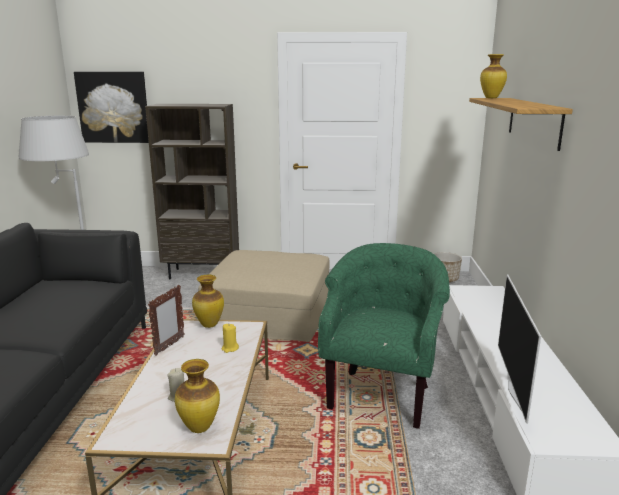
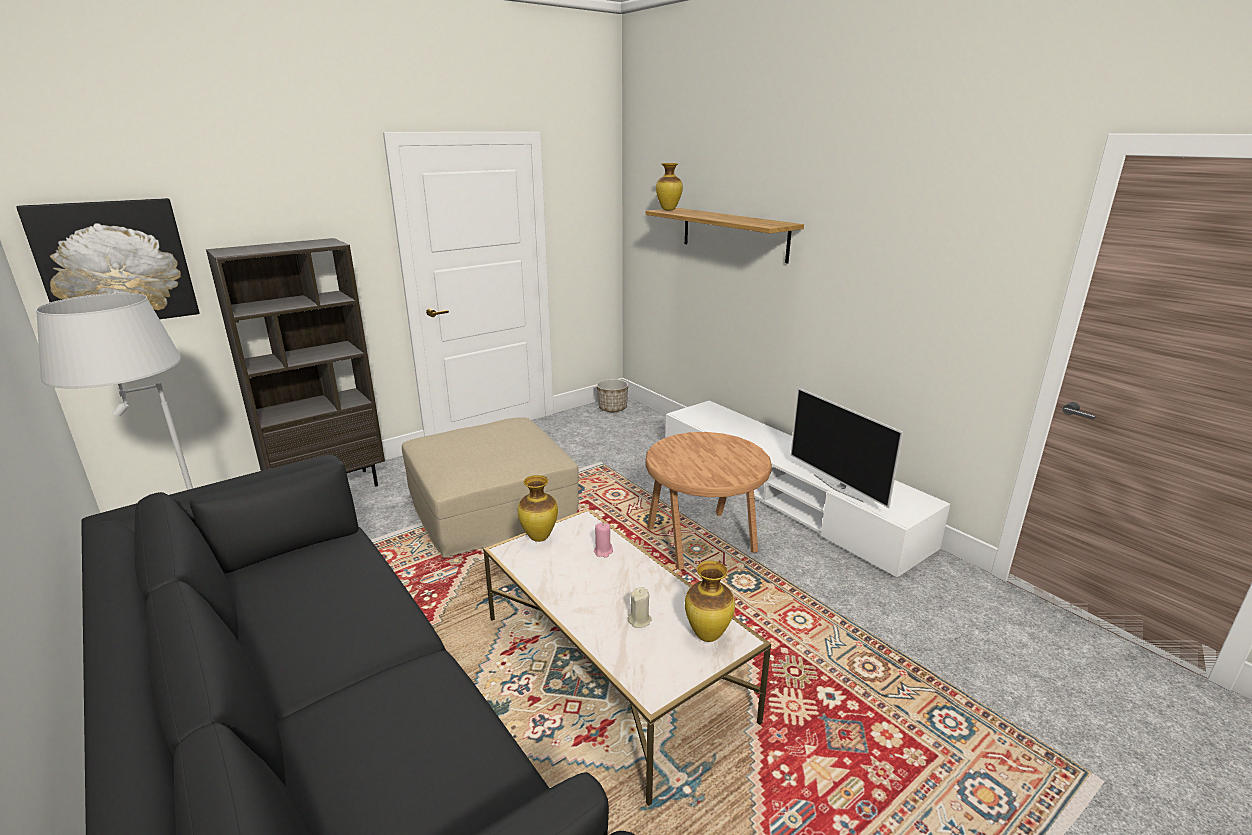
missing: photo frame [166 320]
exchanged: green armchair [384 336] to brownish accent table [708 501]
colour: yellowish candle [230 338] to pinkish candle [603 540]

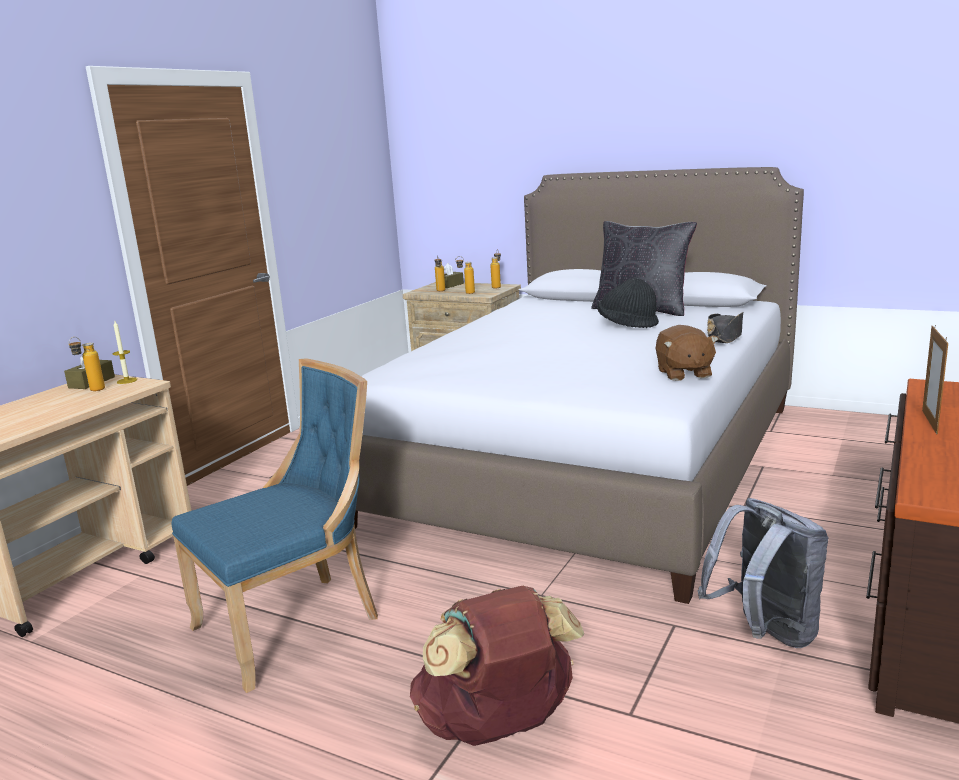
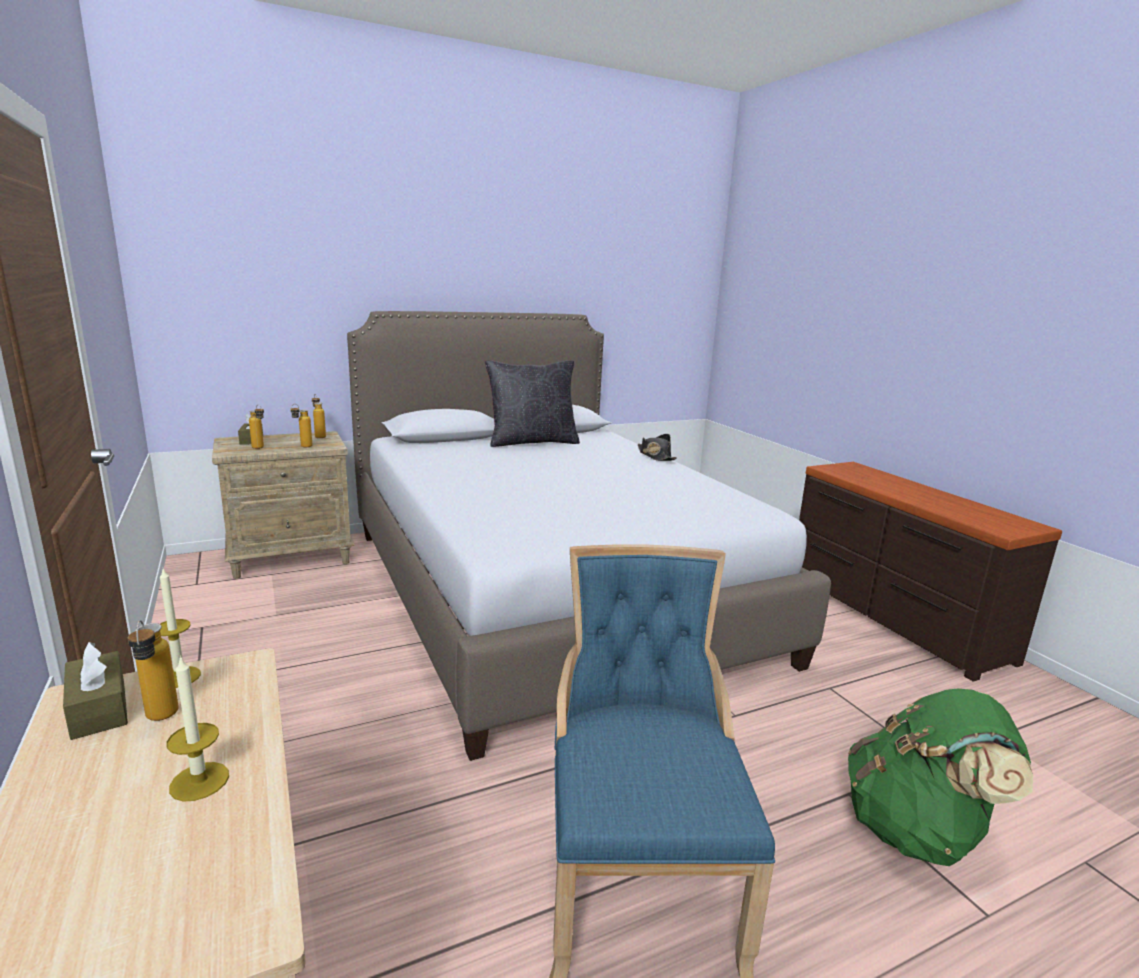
missing: blackish hat [628 303]; brownish cuddly toy [687 353]; grey rucksack [762 573]; photo frame [935 379]
appeared: candle [198 728]
colour: brownish rucksack [497 666] to green rucksack [940 777]

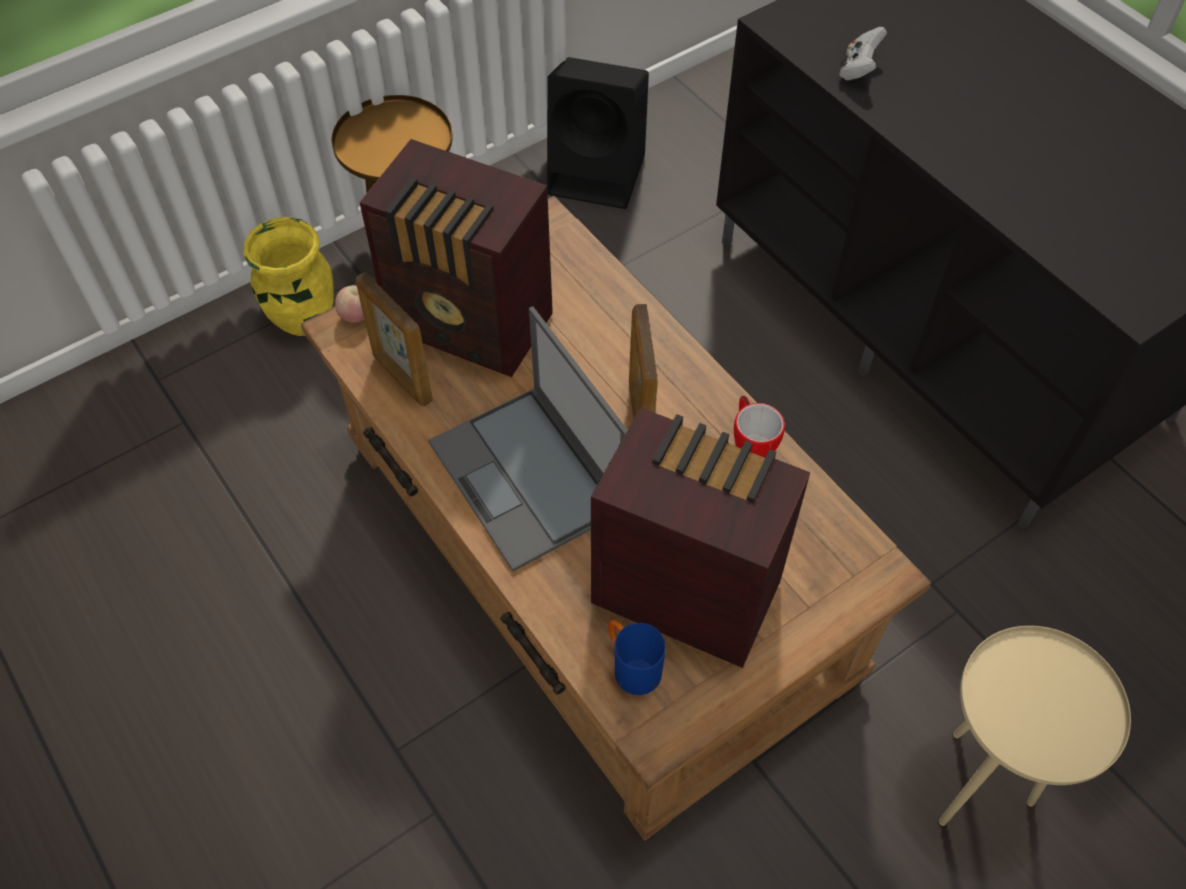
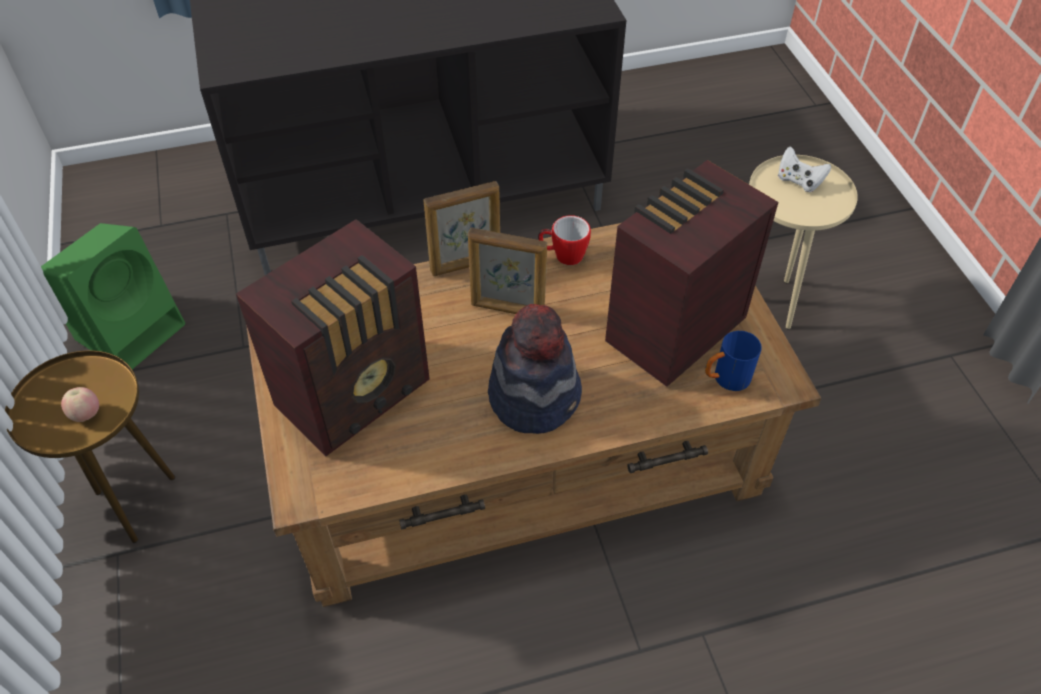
missing: yellowish decorative vase [288 276]
relocated: apple fruit [349 304] to [80 404]; photo frame [394 339] to [461 228]; whitish gamepad [863 53] to [804 169]
exchanged: portable computer [528 439] to hat [535 369]
colour: blackish loudspeaker [598 133] to green loudspeaker [113 296]

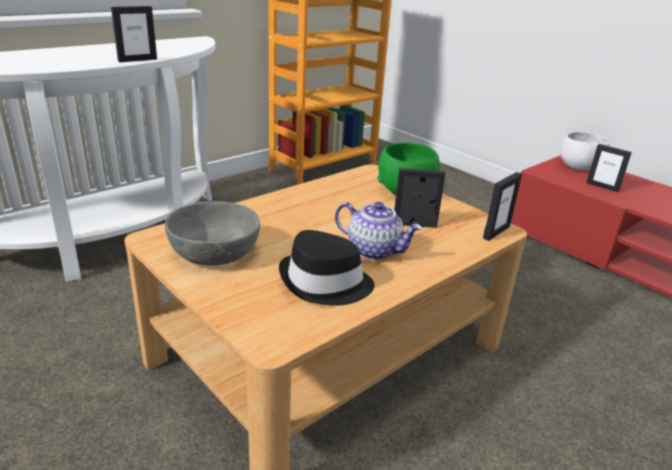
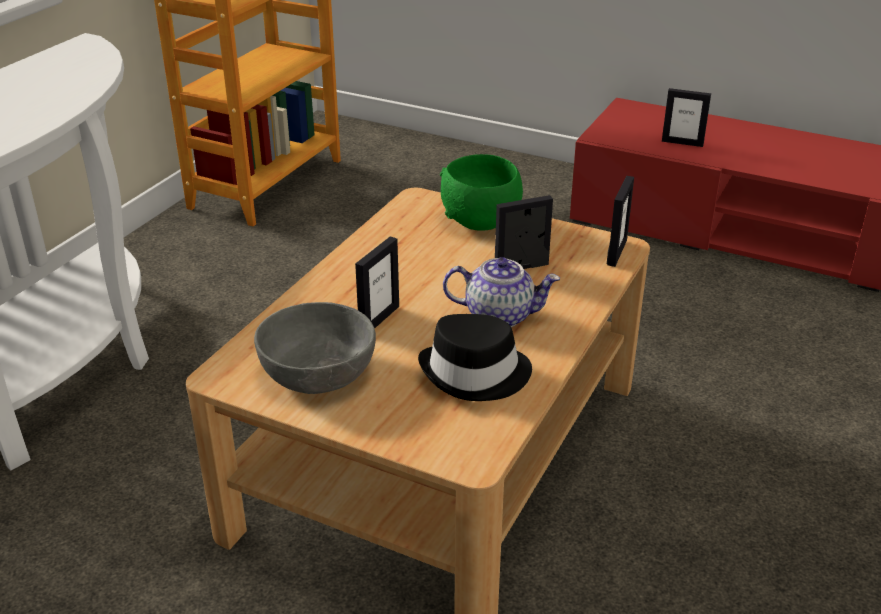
missing: whitish serving bowl [585 151]
relocated: photo frame [134 34] to [377 282]

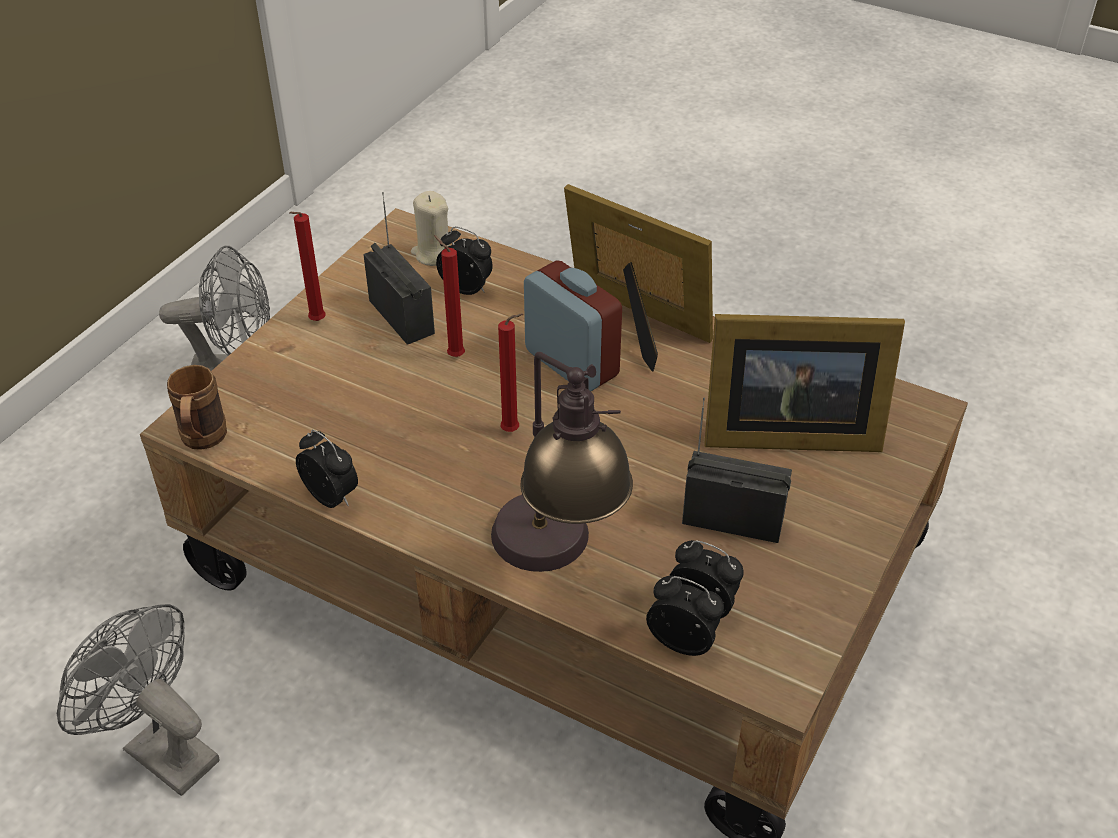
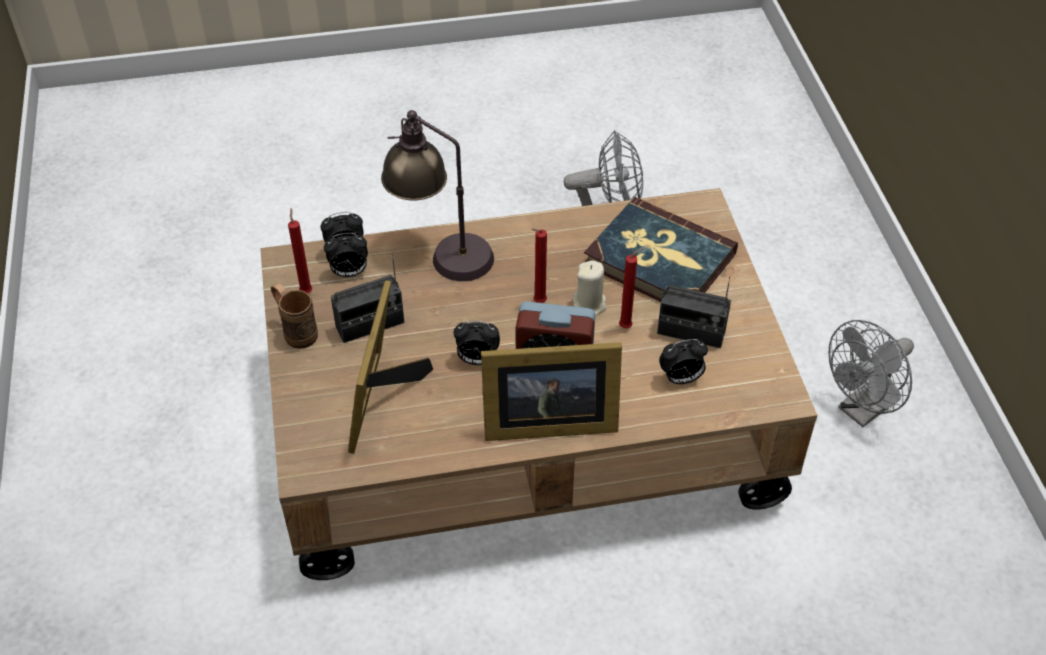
appeared: book [661 249]
relocated: brownish mug [197 407] to [294 316]; reddish candle [307 266] to [300 250]; table clock [327 469] to [476 343]; sand-coloured candle [430 228] to [590 287]
spun: photo frame [804 383] = [390 367] 45 degrees counterclockwise

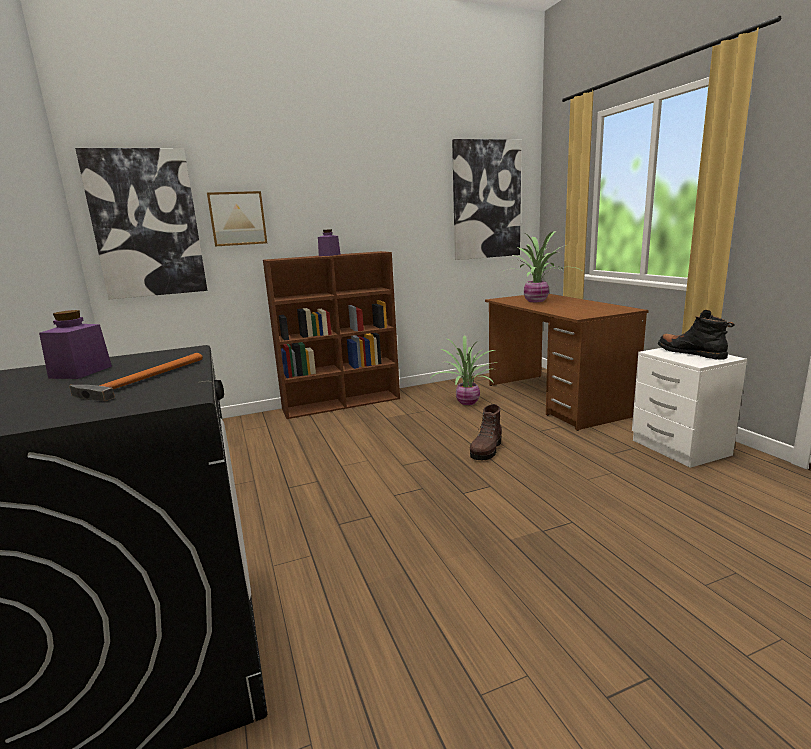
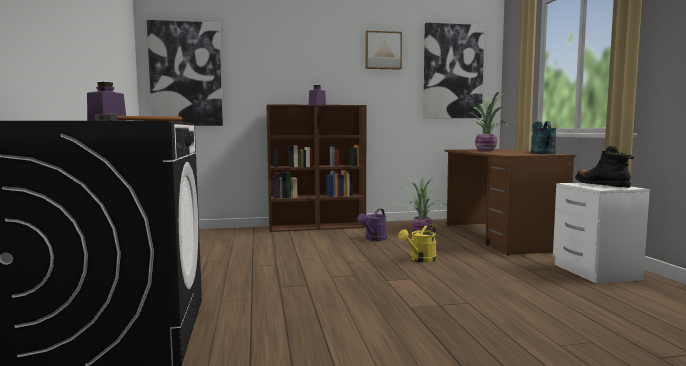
appeared: purplish watering pot [372 225]; turquoise watering pot [544 137]
relocated: wall picture [237 218] to [383 50]
exchanged: brownish boot [486 432] to yellowish watering pot [417 243]

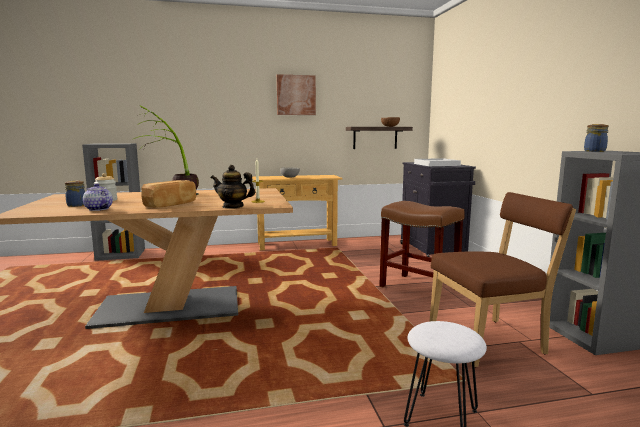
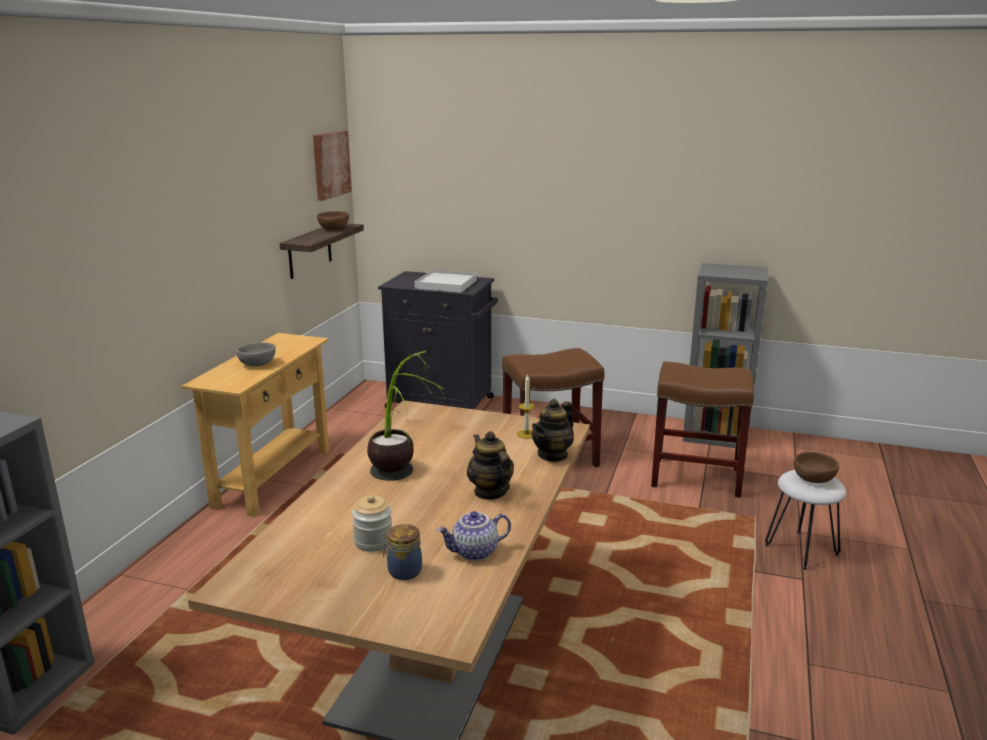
missing: storage jar [596 138]
appeared: brownish serving bowl [816 467]
relocated: wall picture [296 94] to [332 165]
exchanged: bakery bread [168 194] to tea pot [490 465]; brownish chair [502 279] to brownish sitting stool [702 430]

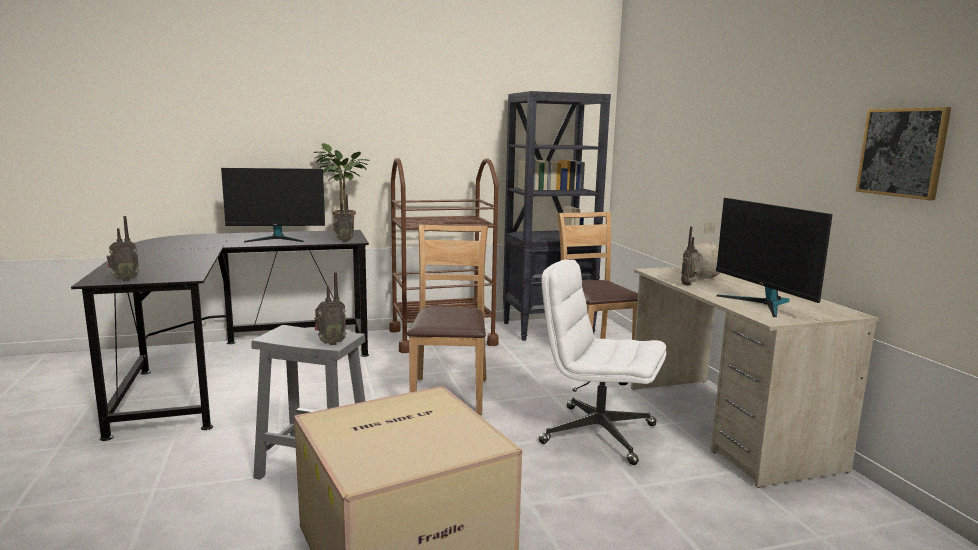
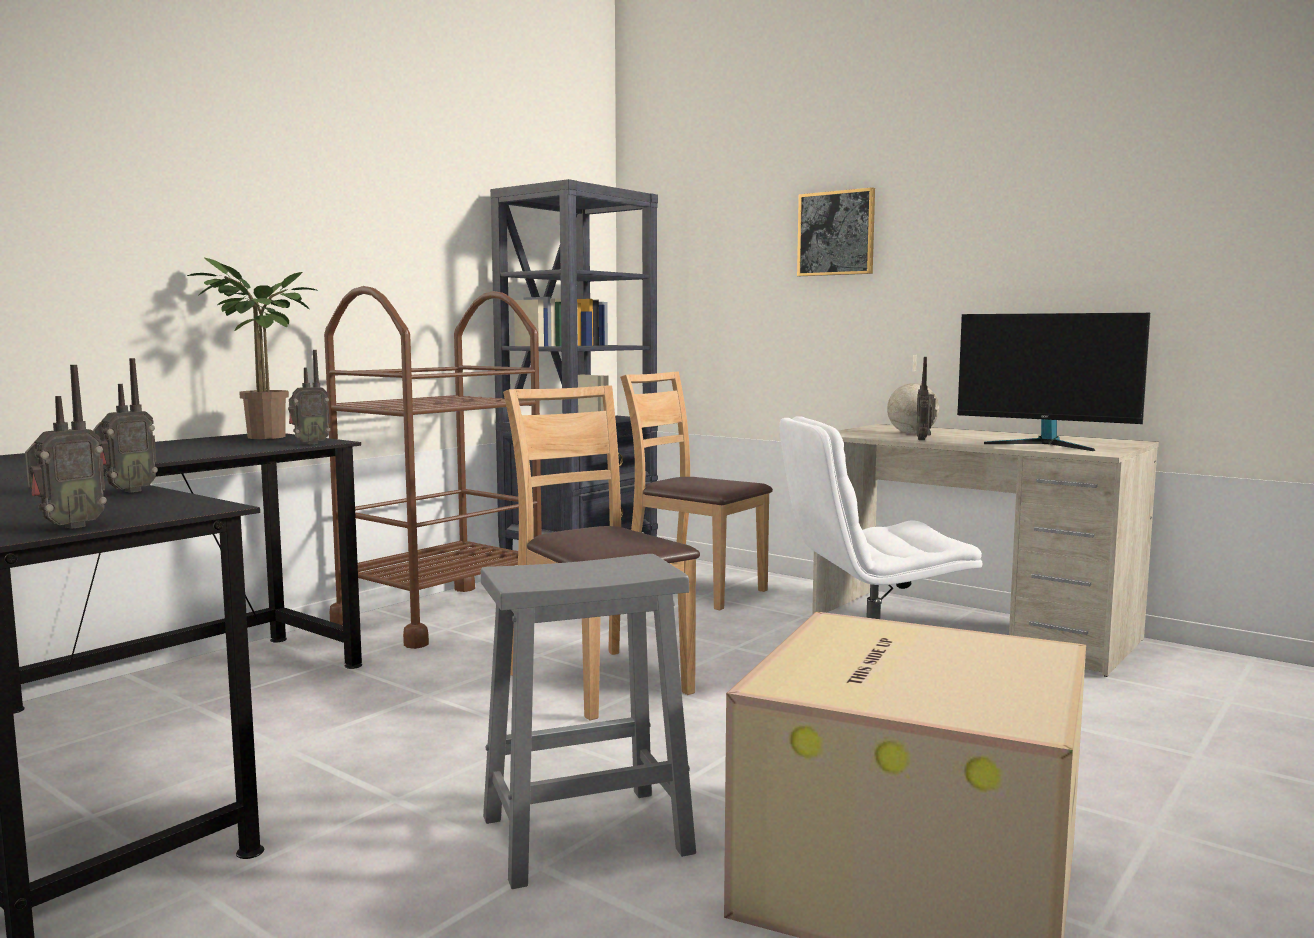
missing: monitor [273 205]
relocated: radio set [330 308] to [125 425]; wall picture [903 153] to [836 231]

